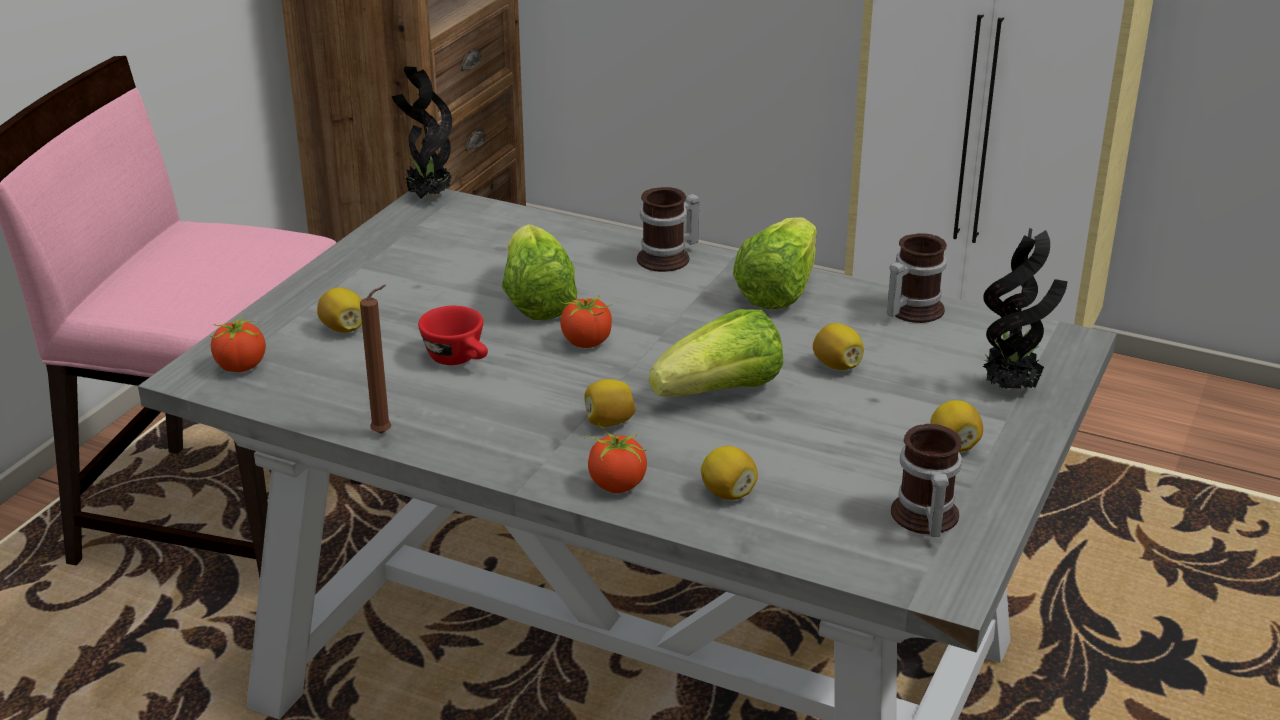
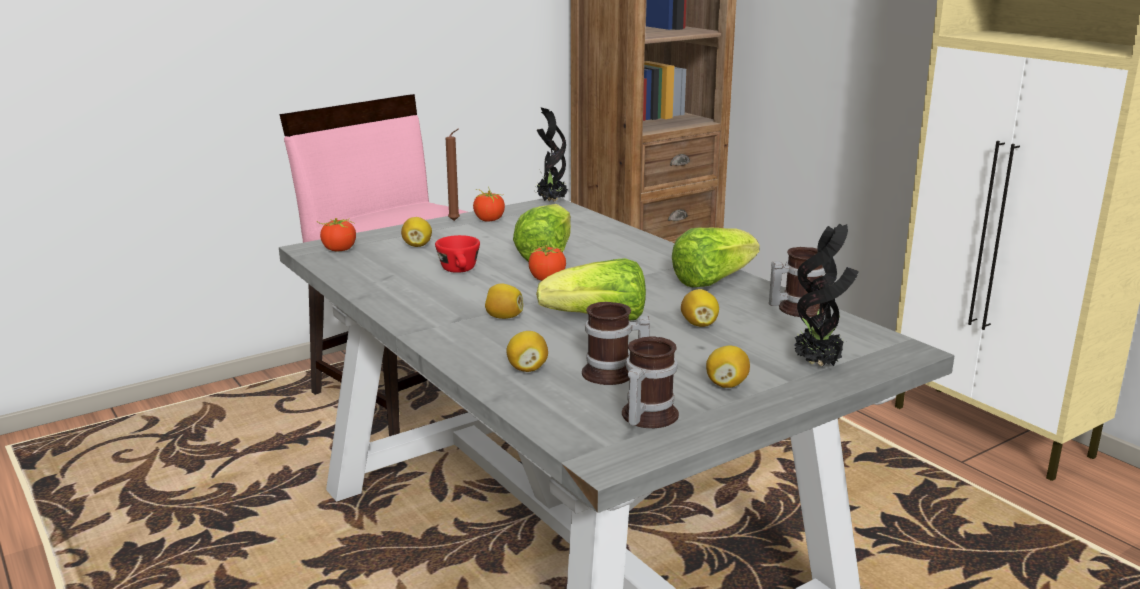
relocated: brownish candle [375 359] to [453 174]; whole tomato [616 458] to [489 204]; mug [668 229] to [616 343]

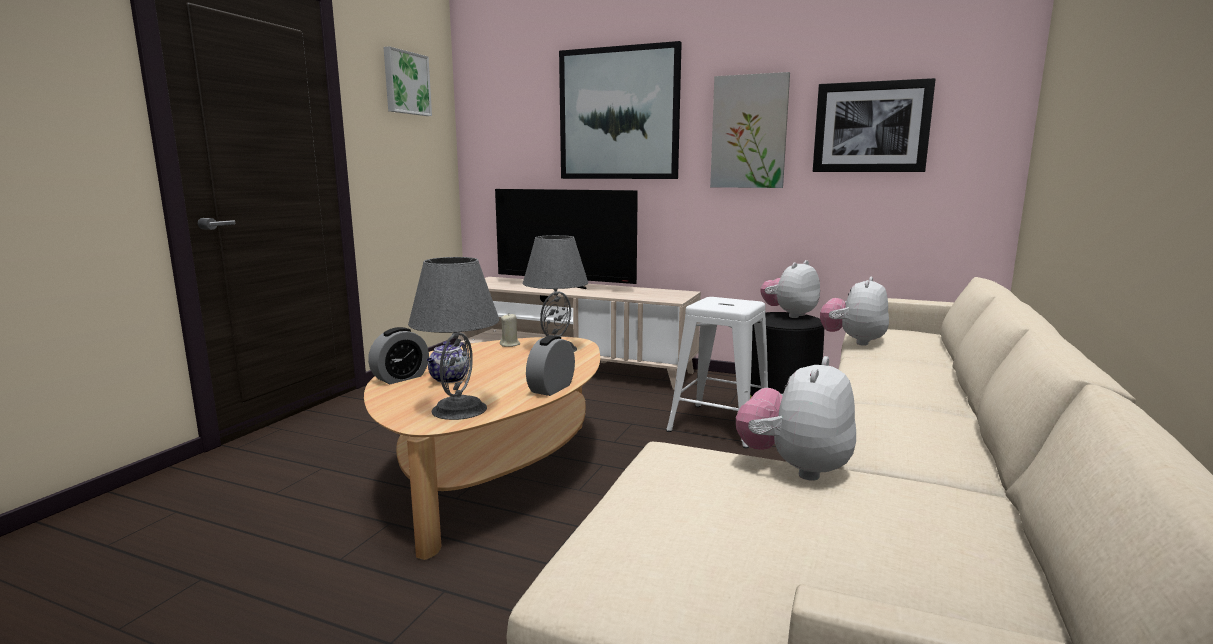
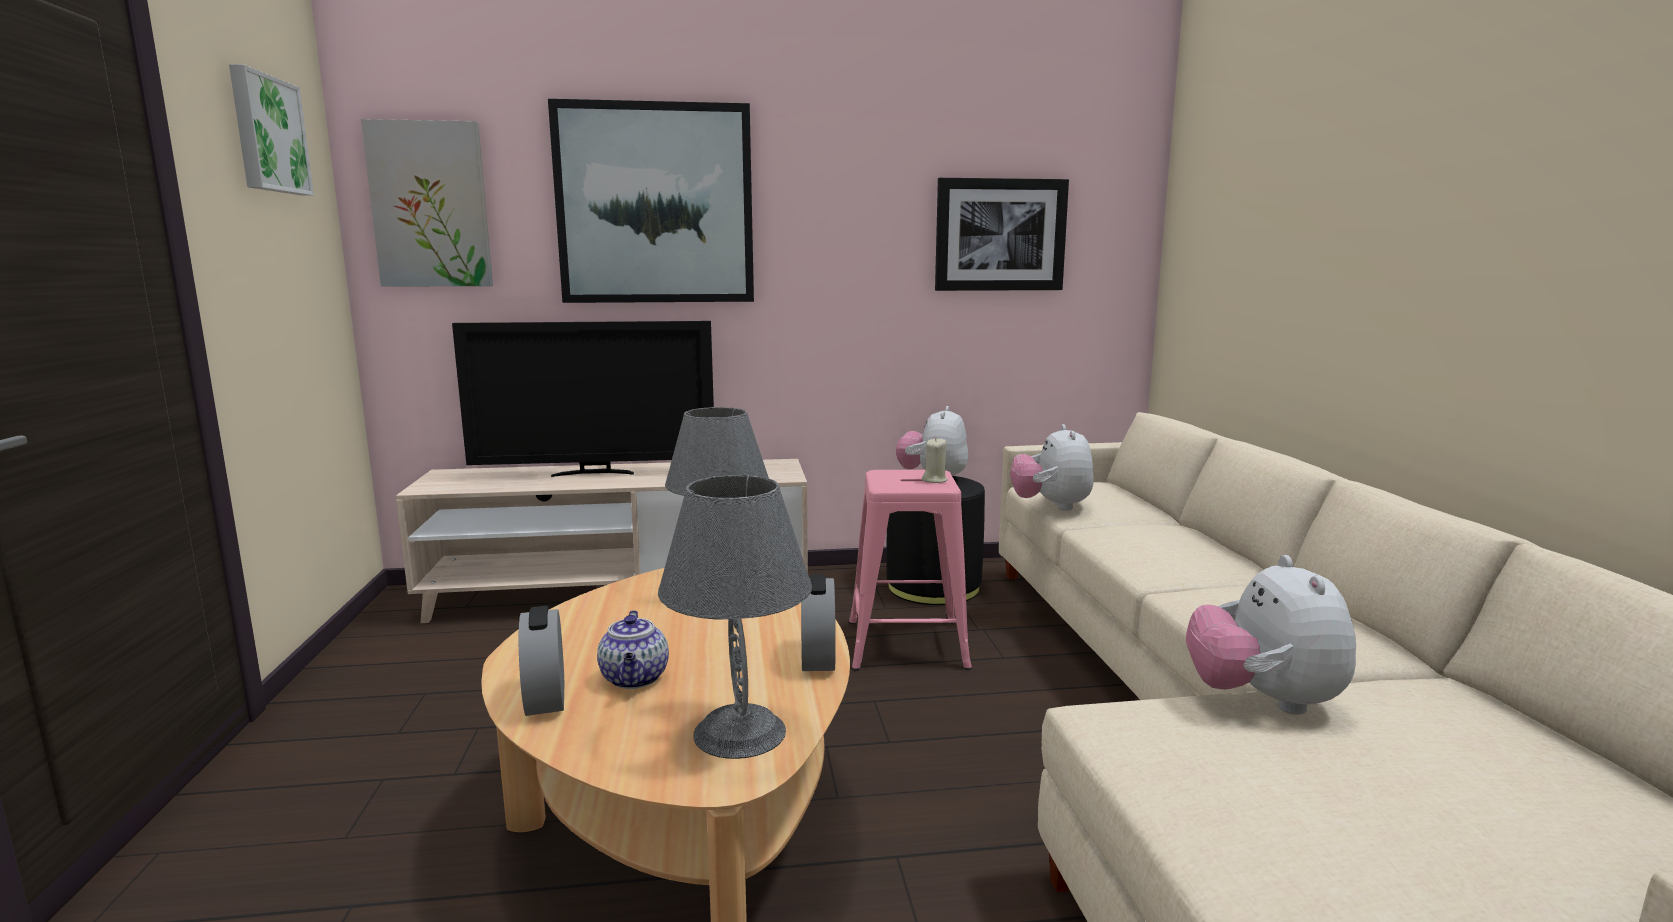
relocated: wall picture [750 130] to [427 203]; sand-coloured candle [510 330] to [935 460]
colour: whitish sitting stool [717 373] to pinkish sitting stool [910 570]
spun: table clock [398 355] = [542 661] 150 degrees clockwise

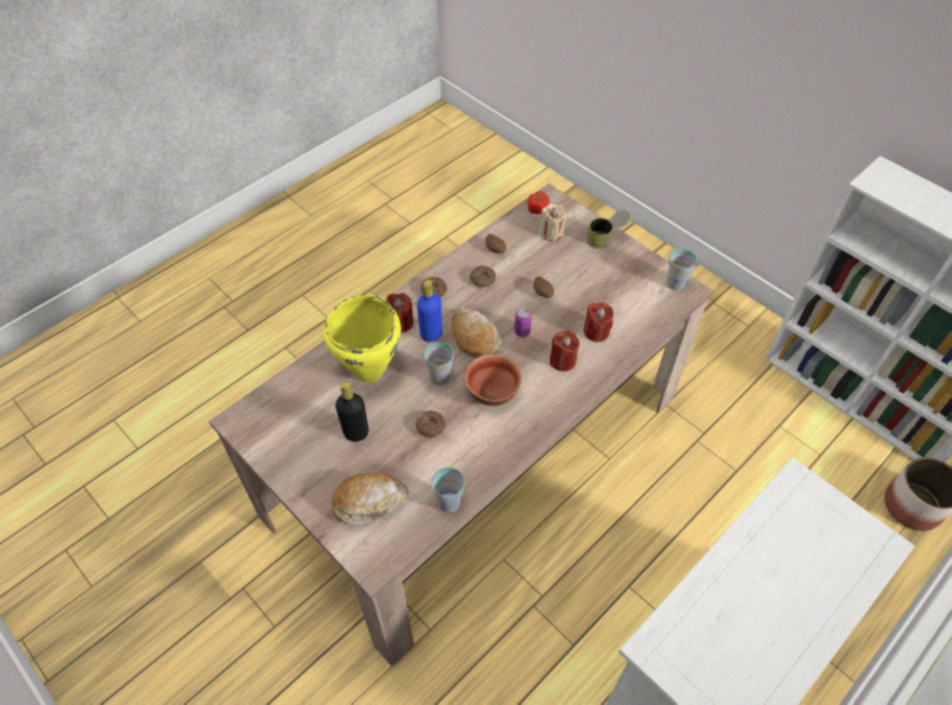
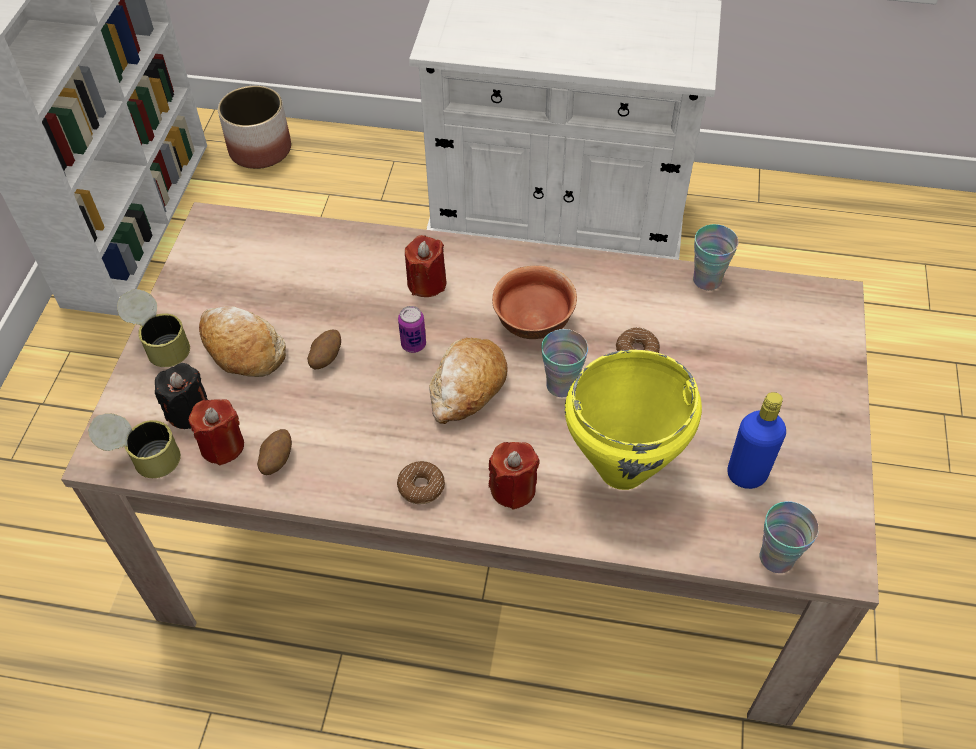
missing: blackish beverage bottle [352 412]; ring doughnut [483 277]
relocated: reddish candle [599 322] to [216 432]; bakery bread [370 498] to [242 341]; blue-coloured beverage bottle [429 311] to [756 440]; cup [682 269] to [789 537]
exchanged: whole tomato [538 202] to metal can [134 445]
colour: sand-coloured candle [553 222] to blackish candle [181 396]

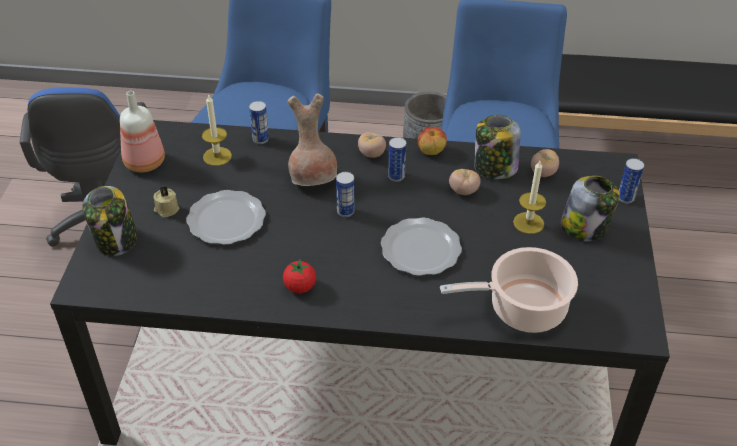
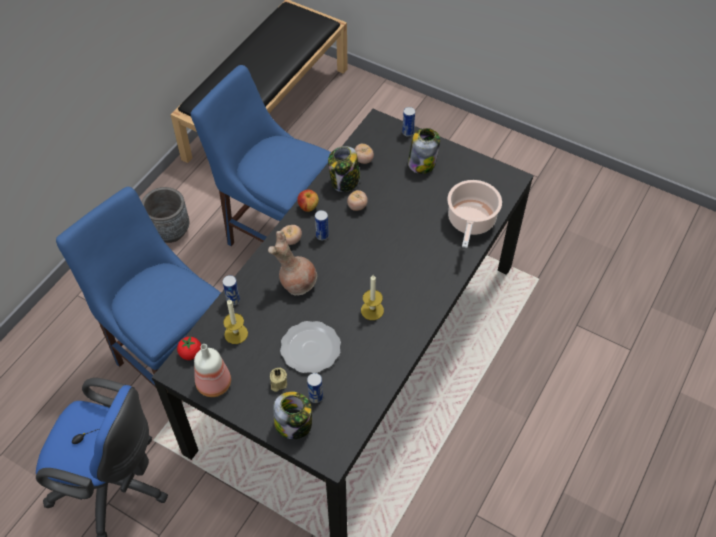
missing: flat dish [421 246]
relocated: whole tomato [299 276] to [189 348]; metal can [345 194] to [315 388]; candle [529 197] to [372 297]

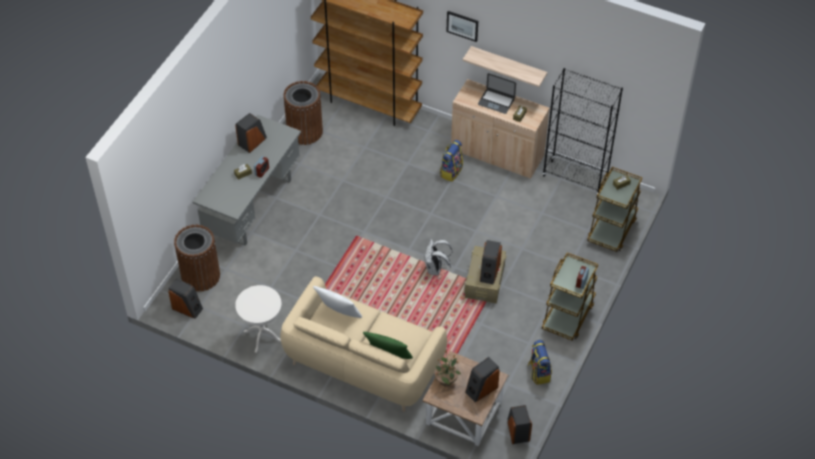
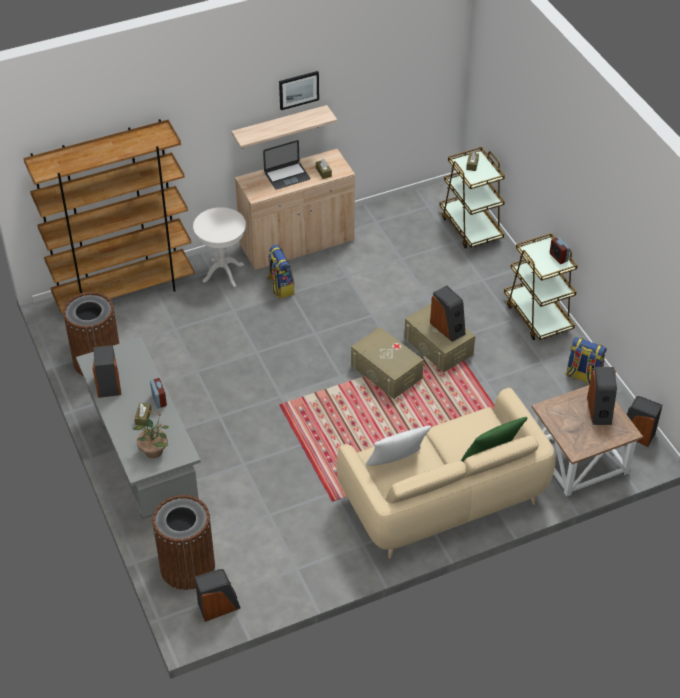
missing: blackish shelving unit [582 131]
relocated: houseplant [448 369] to [151 434]; whitish accent table [258 319] to [219 247]; wall picture [462 26] to [299 90]
exchanged: whitish rucksack [438 257] to sand-coloured storage bin [387 363]

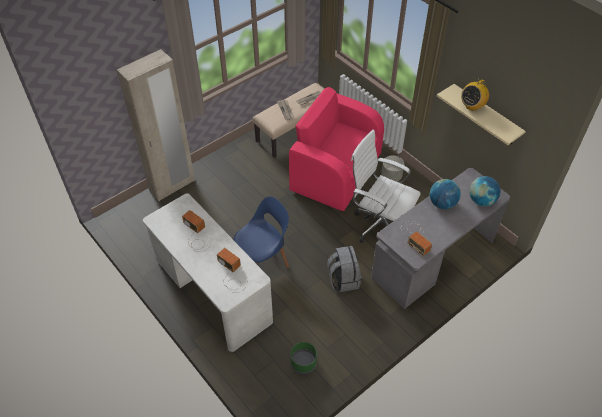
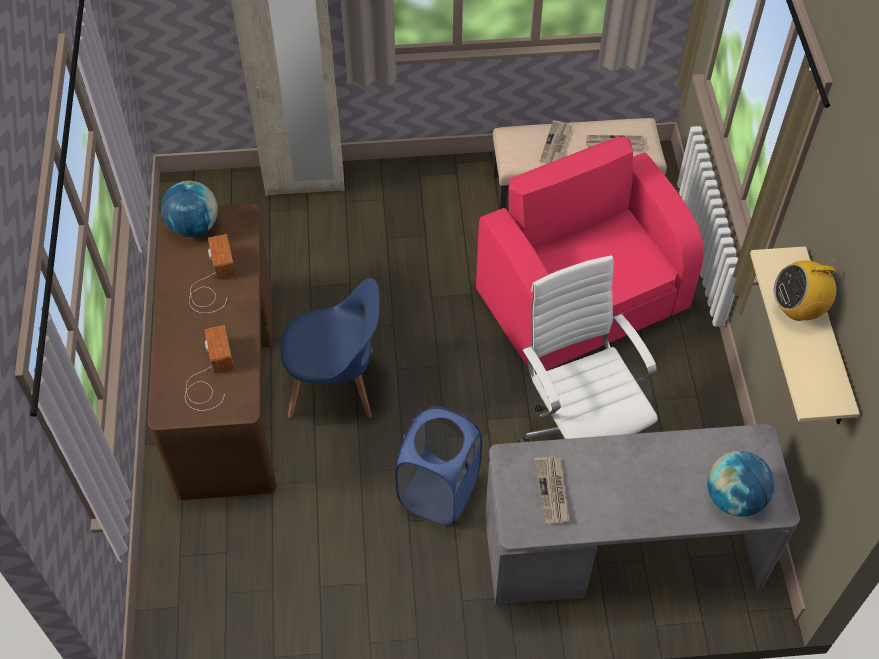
missing: green flower pot [303 358]; grey flower pot [392 169]
relocated: world globe [445 194] to [189 209]
exchanged: grey rucksack [344 269] to blue-coloured hamper [438 465]; radio set [416 238] to daily paper [552 490]
colour: whitish desk [208 272] to brownish desk [212 352]

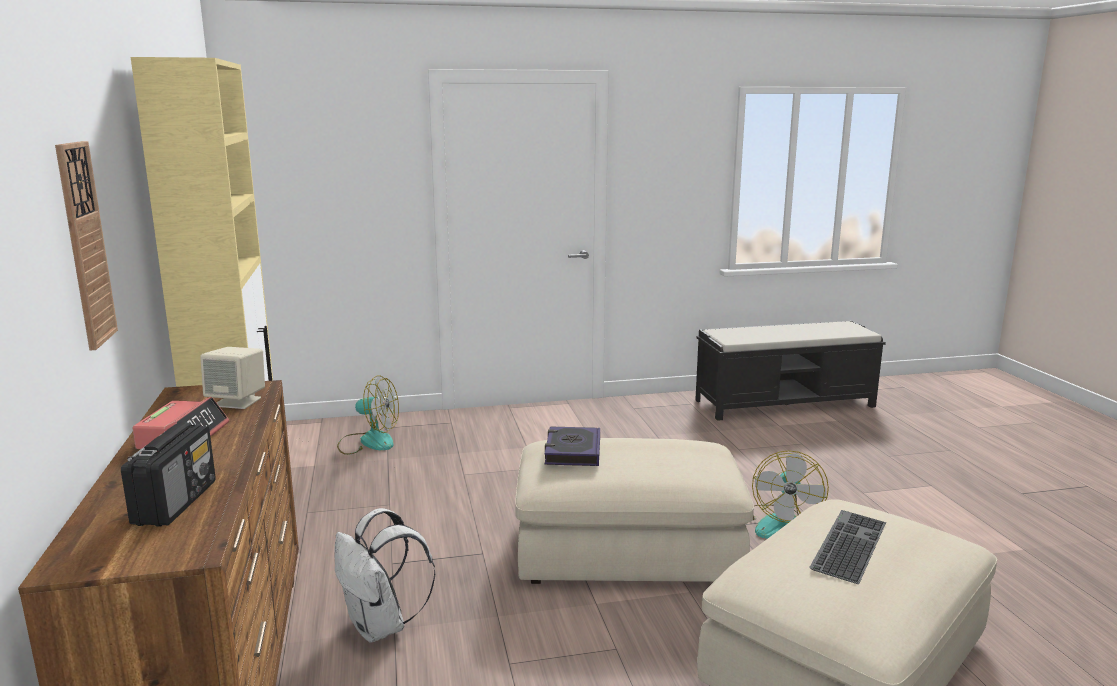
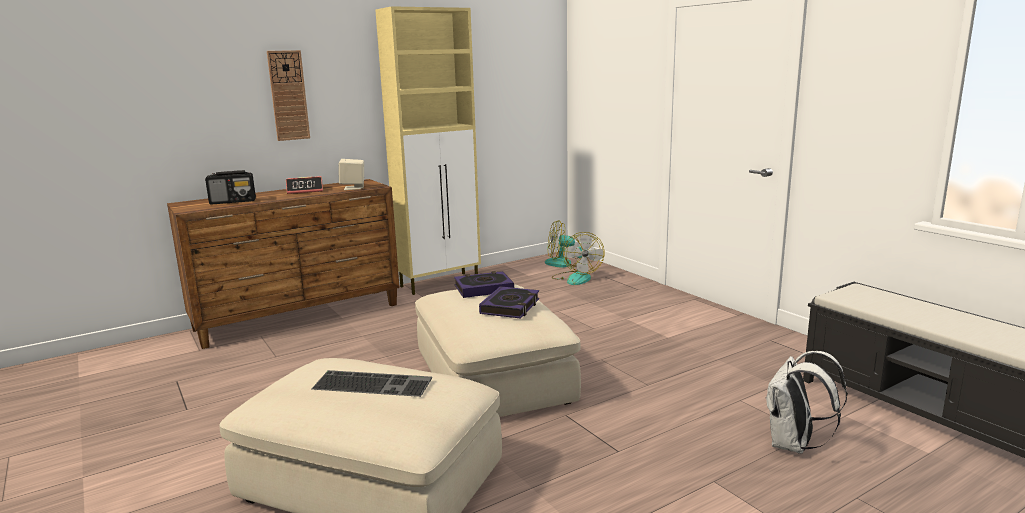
appeared: book [509 302]
relocated: fan [790 494] to [561 244]; whitish rucksack [384 575] to [806 402]

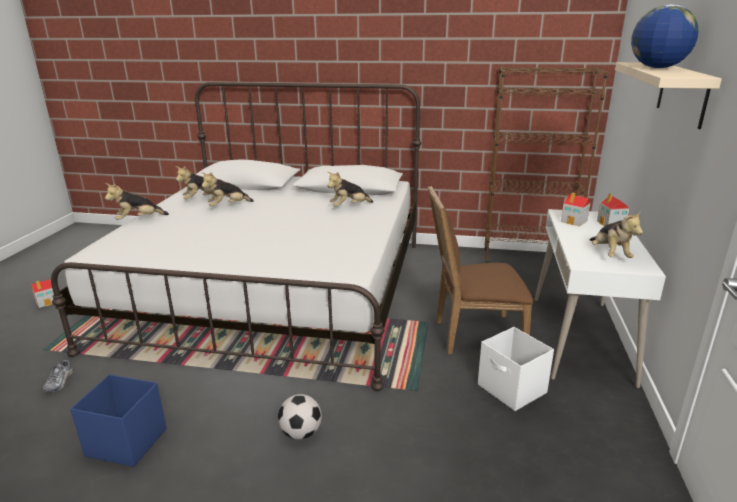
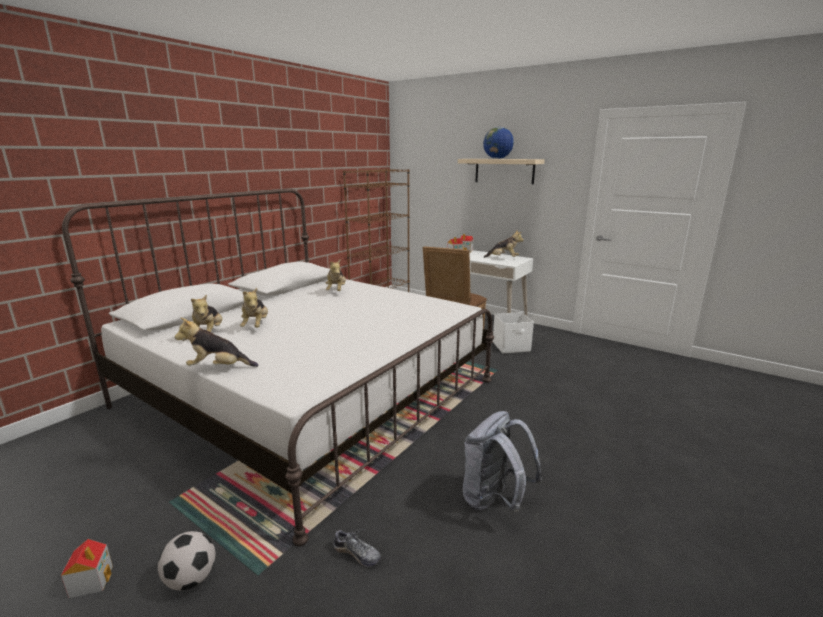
relocated: football ball [300 416] to [187 560]
exchanged: blue-coloured storage bin [118 420] to grey rucksack [502 461]
spun: cuddly toy [137 201] = [217 342] 90 degrees clockwise

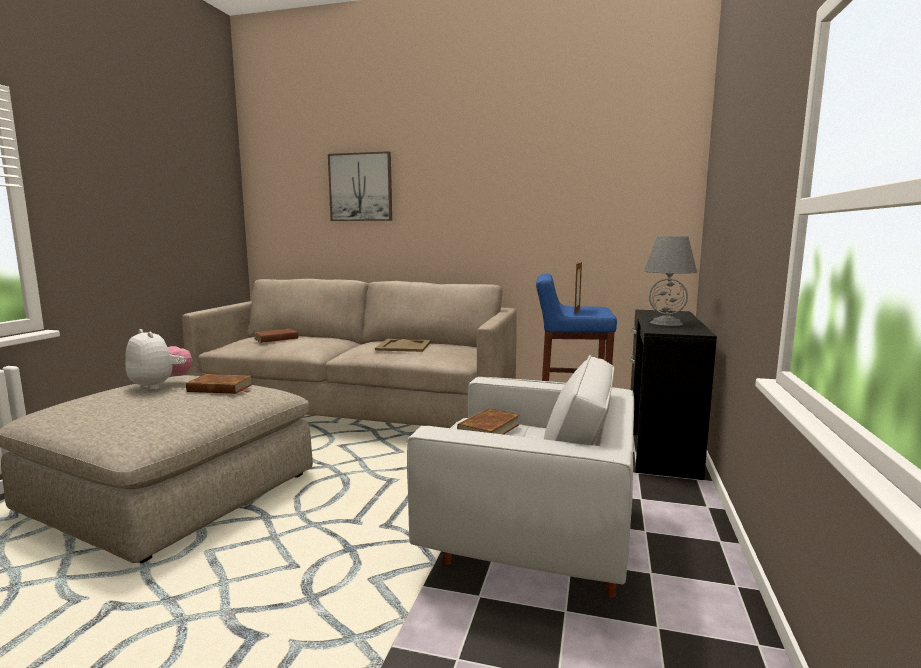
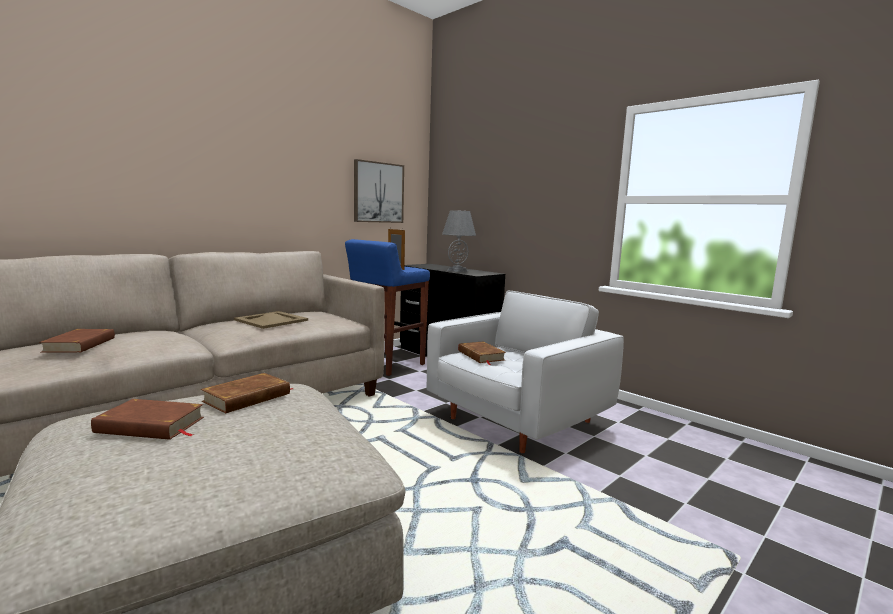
relocated: wall picture [360 186] to [379 191]
exchanged: cuddly toy [159 359] to brownish book [147 419]

